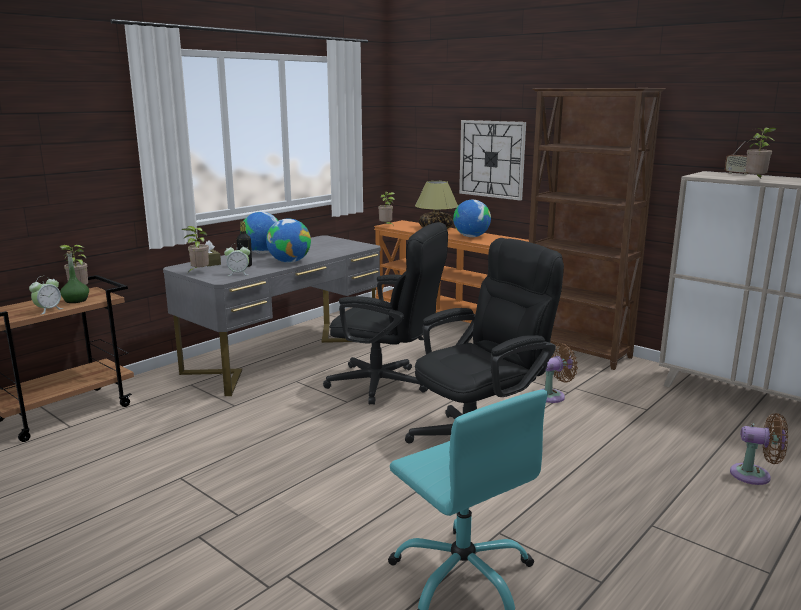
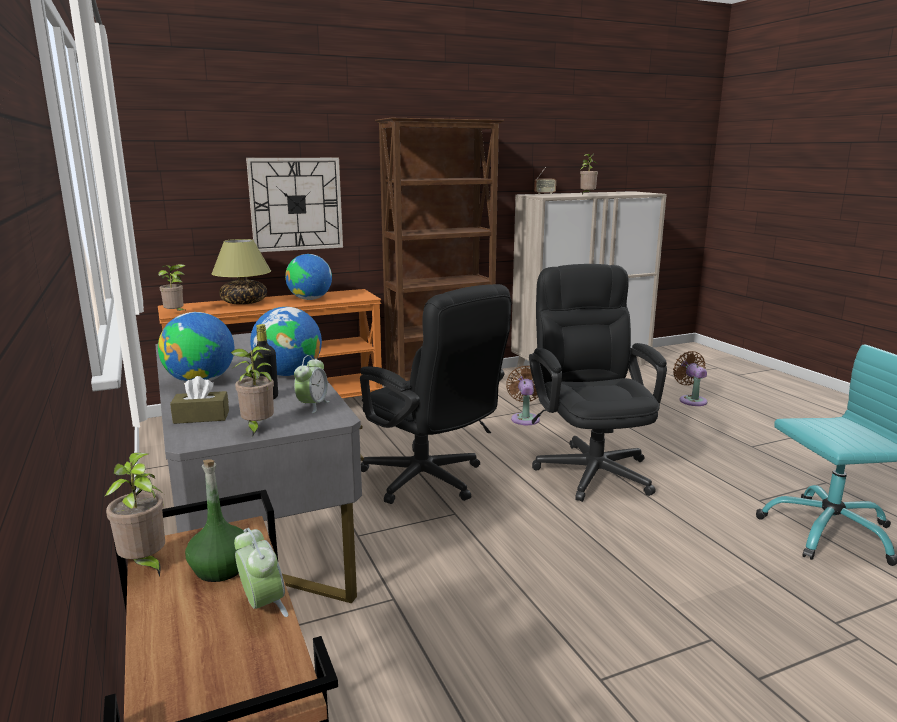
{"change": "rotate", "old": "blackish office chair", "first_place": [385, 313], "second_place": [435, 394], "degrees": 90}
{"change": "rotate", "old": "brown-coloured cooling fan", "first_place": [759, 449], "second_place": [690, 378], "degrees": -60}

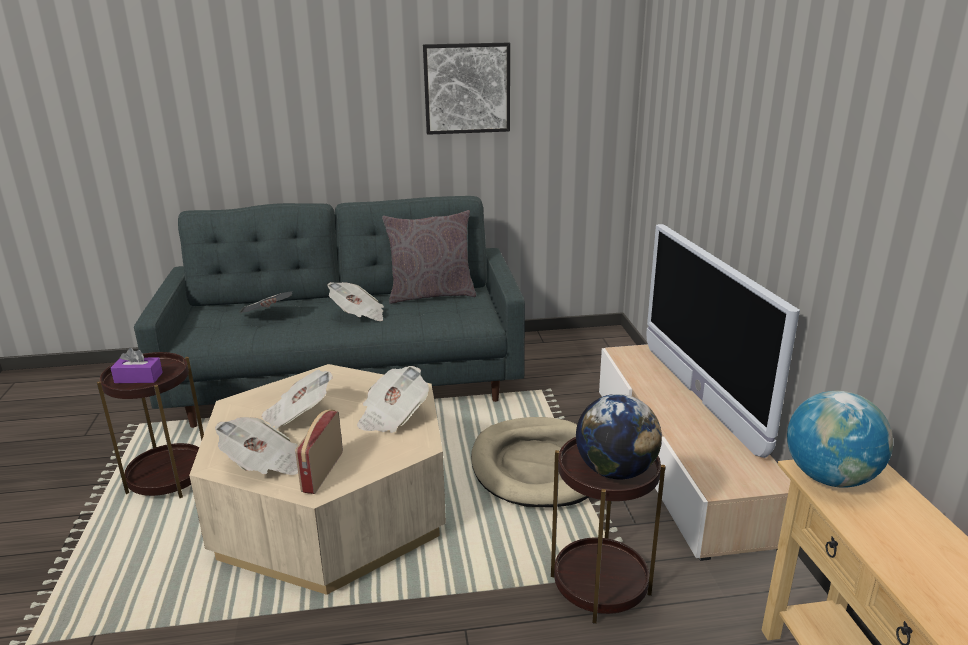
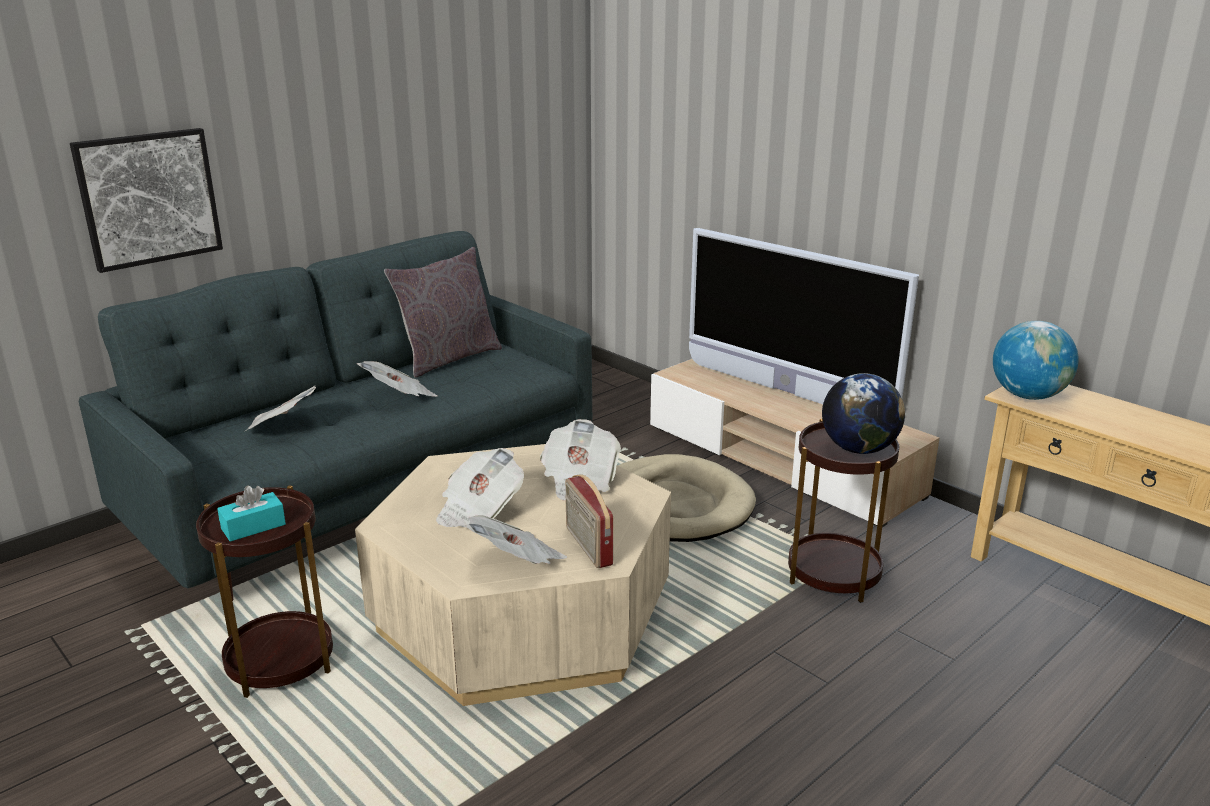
{"change": "move", "old": "picture", "first_place": [466, 89], "second_place": [146, 200]}
{"change": "recolor", "old": "purplish box of tissues", "new": "turquoise-coloured box of tissues", "first_place": [137, 365], "second_place": [251, 514]}

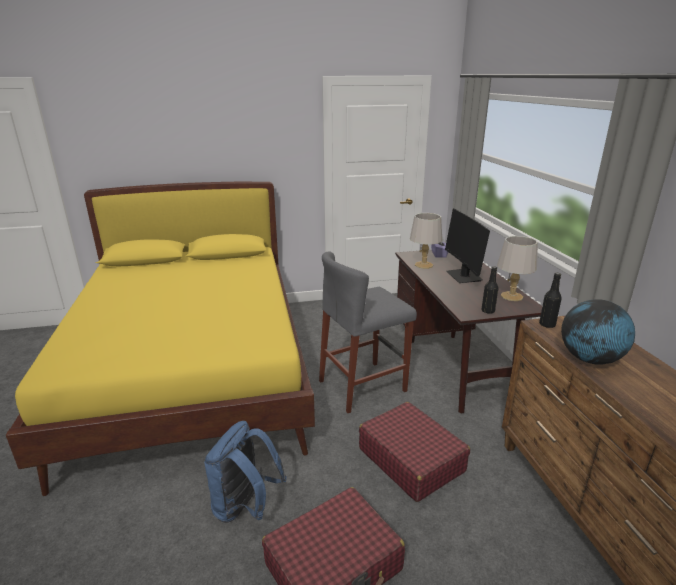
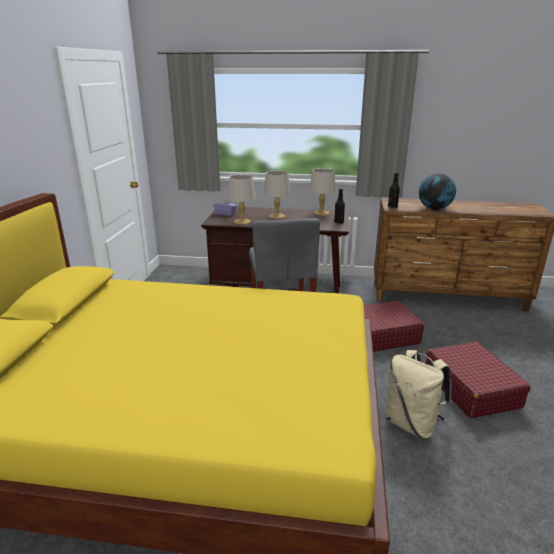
{"change": "replace", "old": "computer screen", "new": "gray lamp for a table", "first_place": [467, 246], "second_place": [277, 195]}
{"change": "recolor", "old": "blue-coloured rucksack", "new": "sand-coloured rucksack", "first_place": [245, 472], "second_place": [418, 394]}

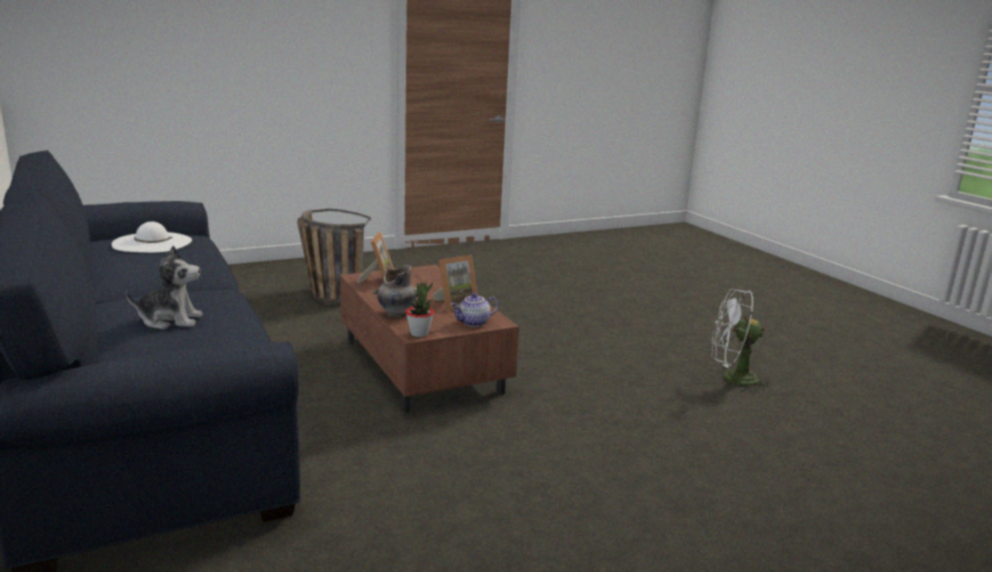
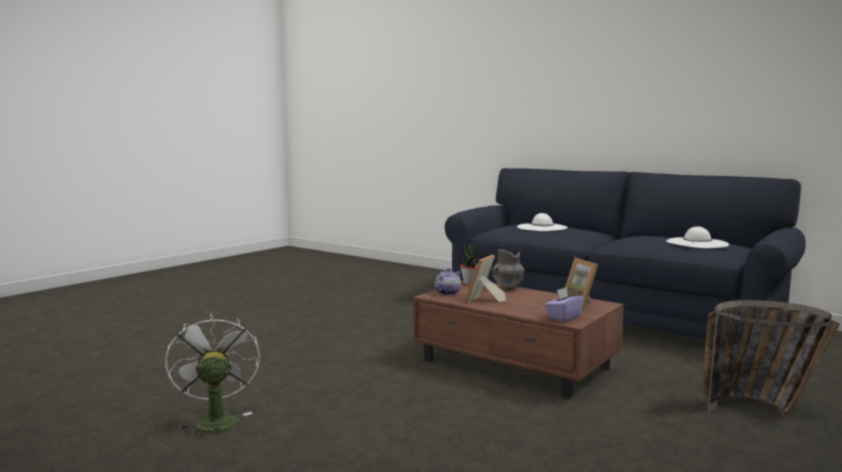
{"change": "replace", "old": "plush toy", "new": "white wearable hat", "first_place": [164, 287], "second_place": [542, 222]}
{"change": "rotate", "old": "white cooling fan", "first_place": [741, 340], "second_place": [212, 377], "degrees": -90}
{"change": "insert", "new": "purplish box of tissues", "second_place": [564, 304]}

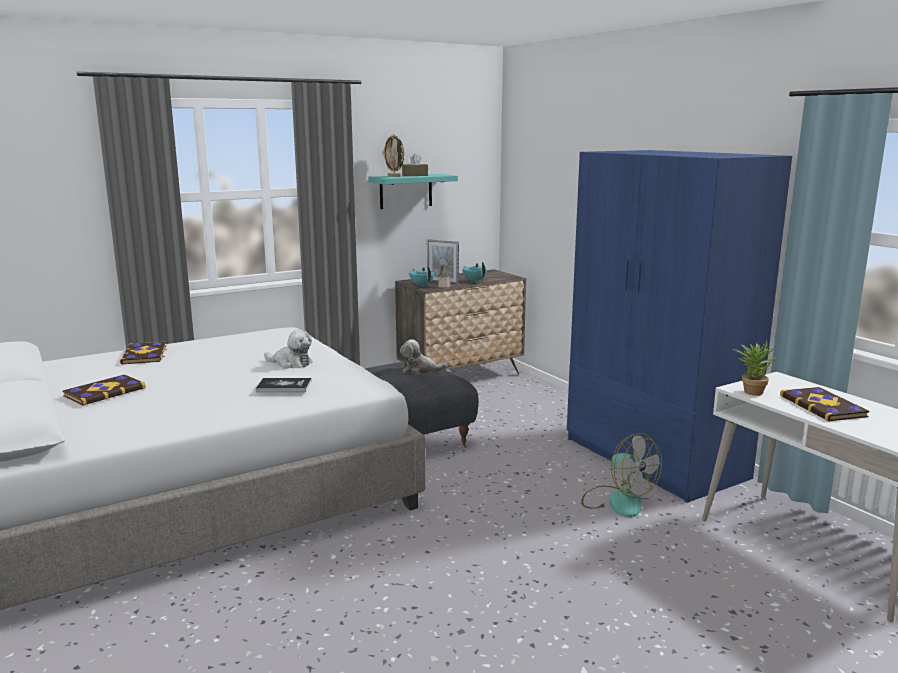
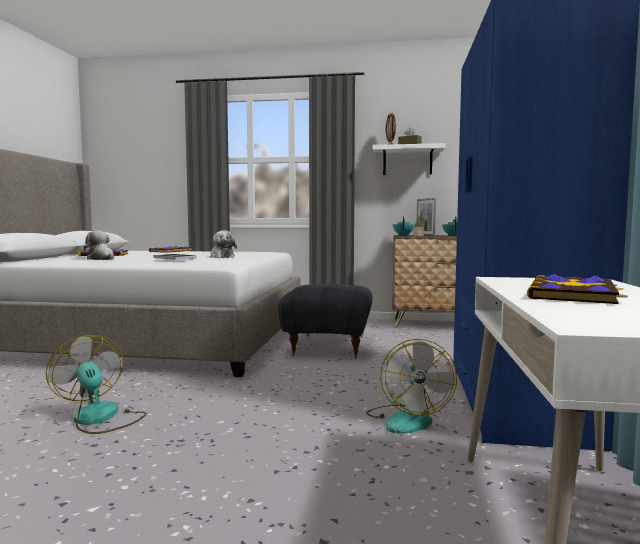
{"change": "recolor", "old": "turquoise-coloured bracket shelf", "new": "white bracket shelf", "first_place": [413, 191], "second_place": [409, 159]}
{"change": "move", "old": "plush toy", "first_place": [423, 356], "second_place": [99, 245]}
{"change": "delete", "old": "plant in a pot", "first_place": [754, 368]}
{"change": "insert", "new": "cooling fan", "second_place": [96, 384]}

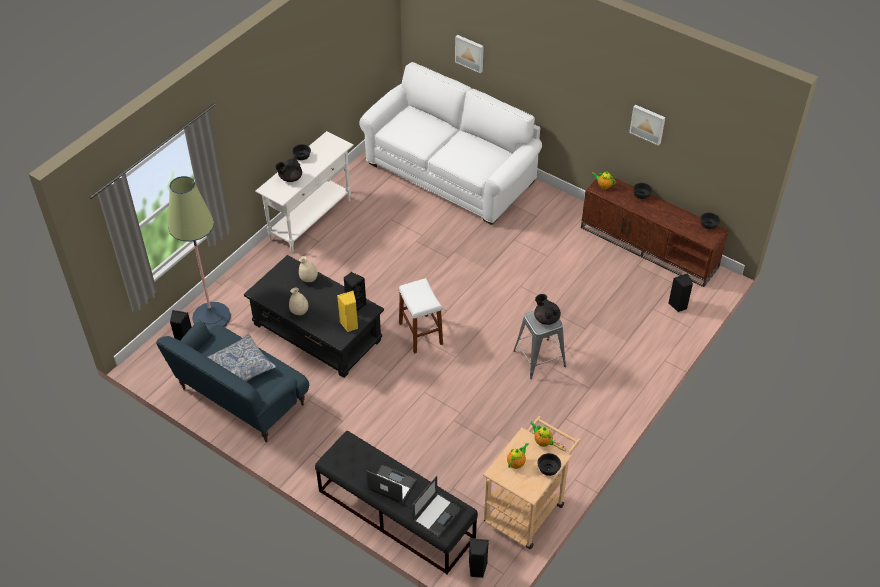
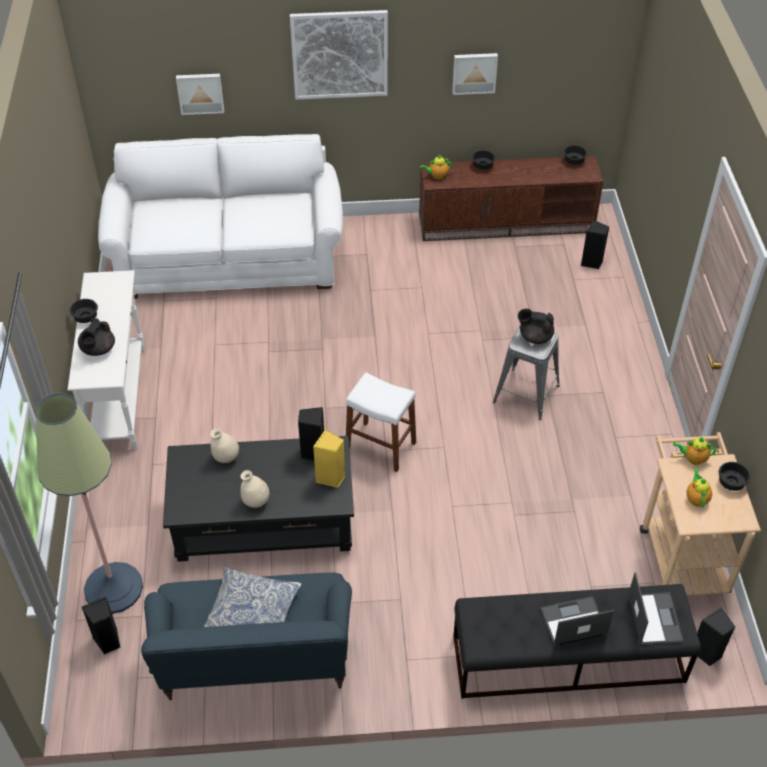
{"change": "insert", "new": "picture", "second_place": [339, 55]}

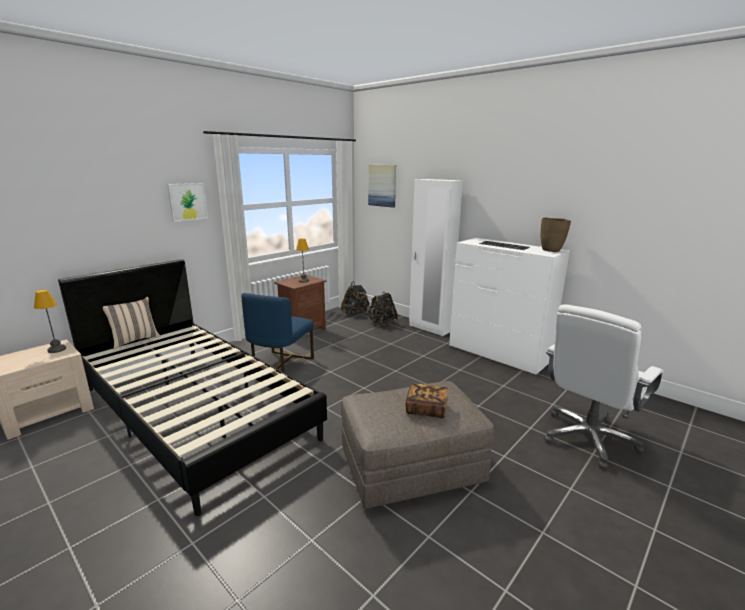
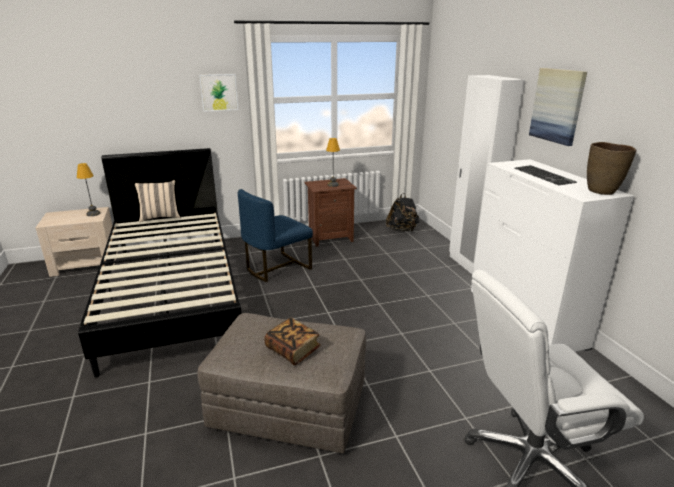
{"change": "move", "old": "picture", "first_place": [382, 186], "second_place": [558, 107]}
{"change": "delete", "old": "blackish rucksack", "first_place": [383, 309]}

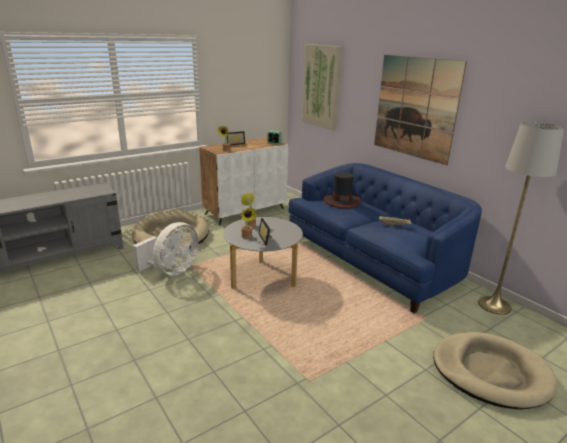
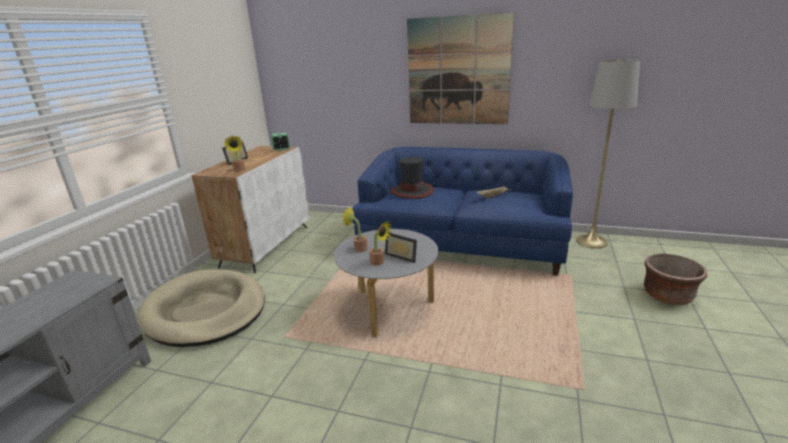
{"change": "delete", "old": "picture", "first_place": [322, 87]}
{"change": "delete", "old": "white cooling fan", "first_place": [165, 249]}
{"change": "replace", "old": "sand-coloured dog bed", "new": "brown-coloured flower pot", "first_place": [495, 370], "second_place": [675, 279]}

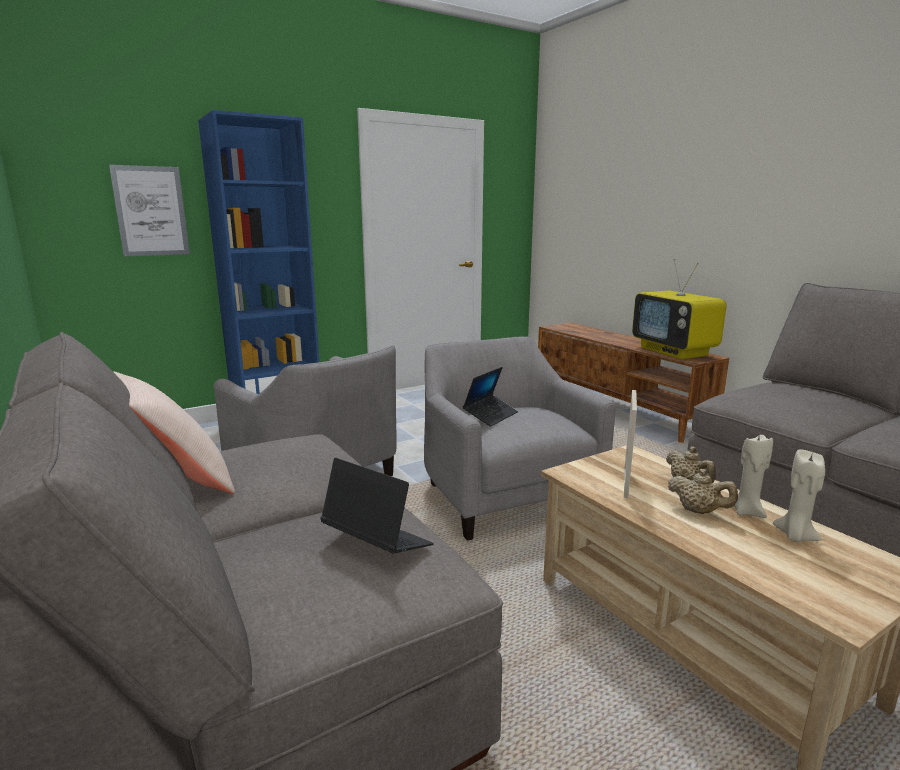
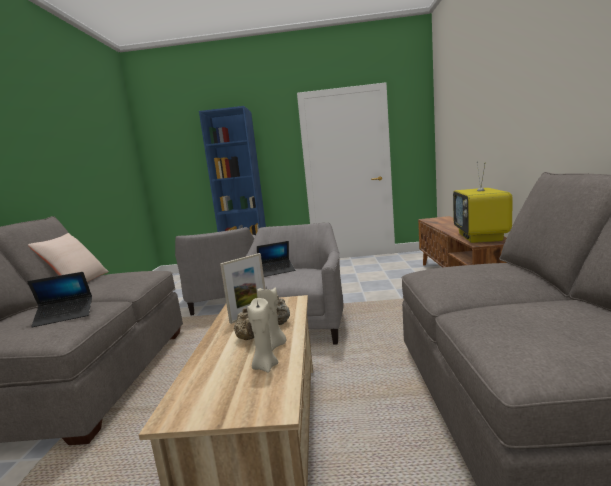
{"change": "delete", "old": "picture", "first_place": [149, 211]}
{"change": "rotate", "old": "notebook computer", "first_place": [377, 506], "second_place": [59, 299], "degrees": 90}

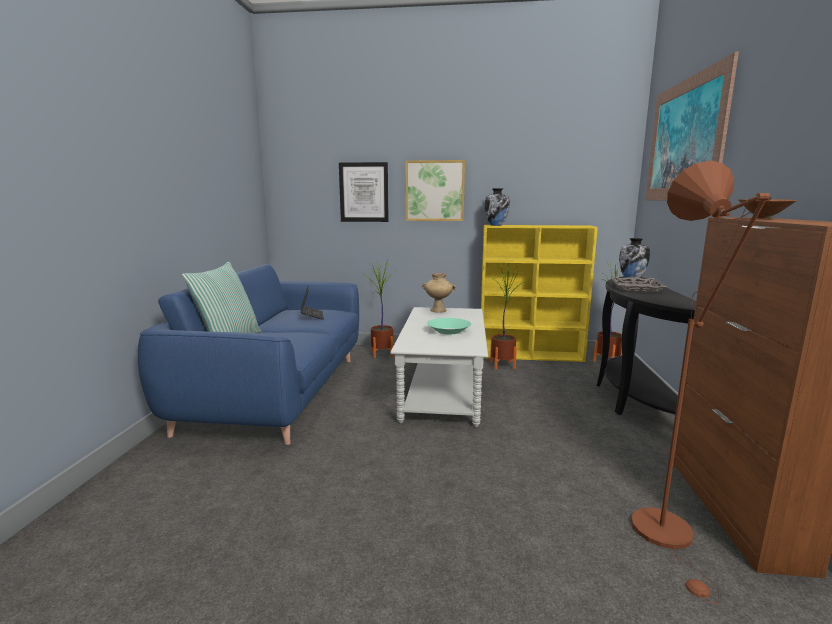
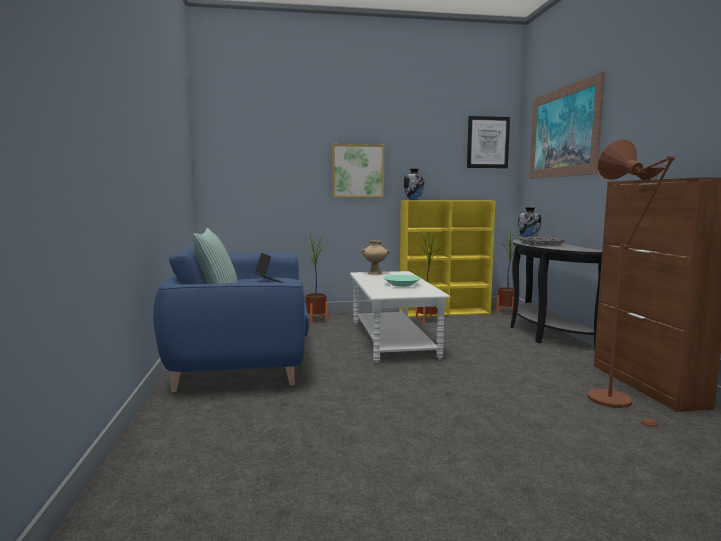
{"change": "move", "old": "picture", "first_place": [364, 192], "second_place": [488, 142]}

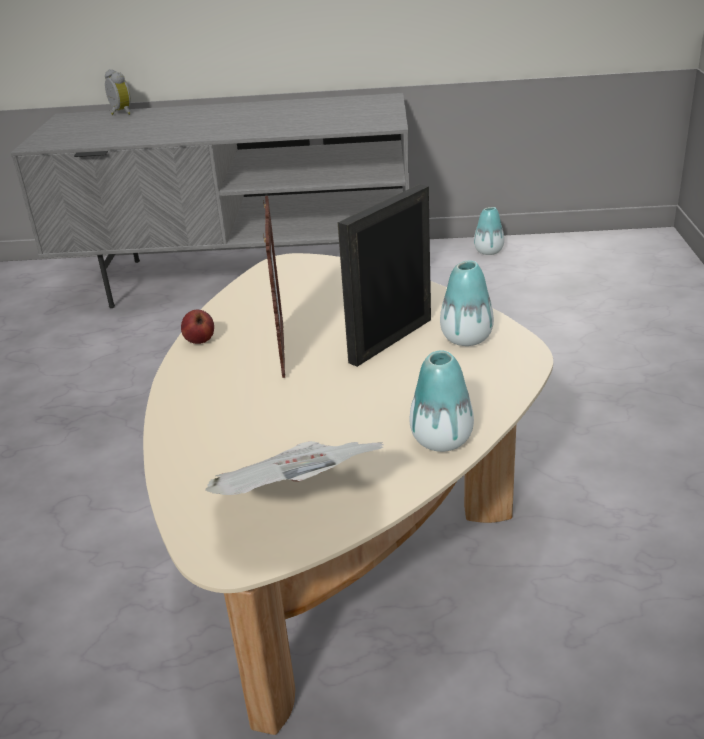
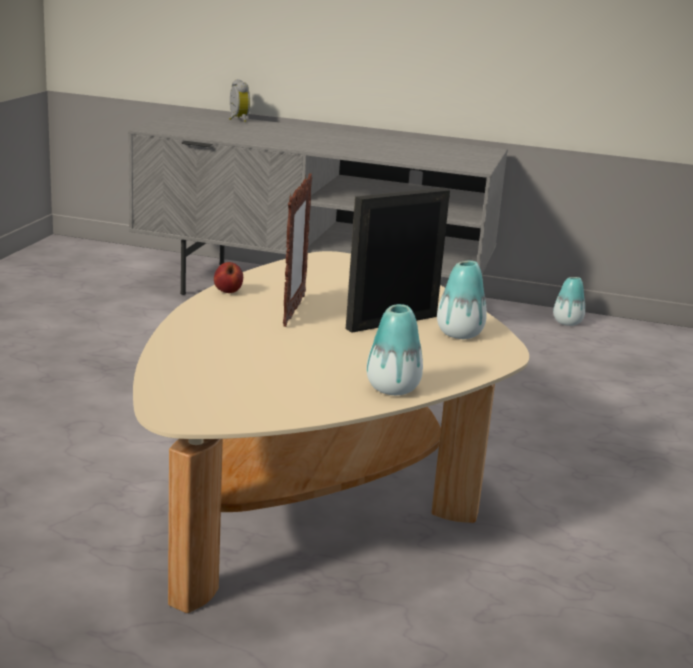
{"change": "delete", "old": "printed paper", "first_place": [294, 468]}

